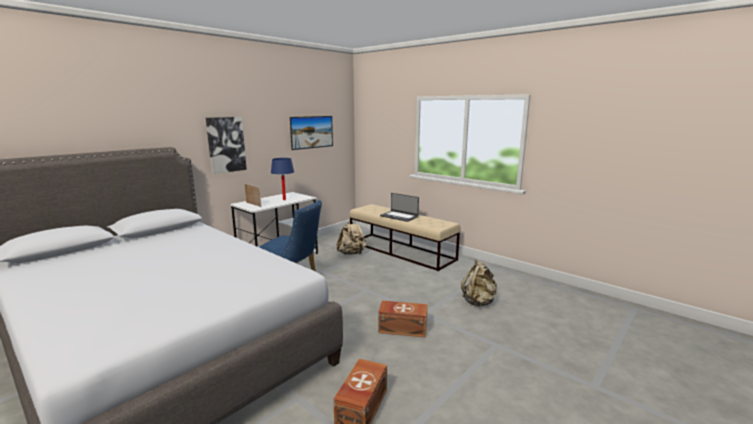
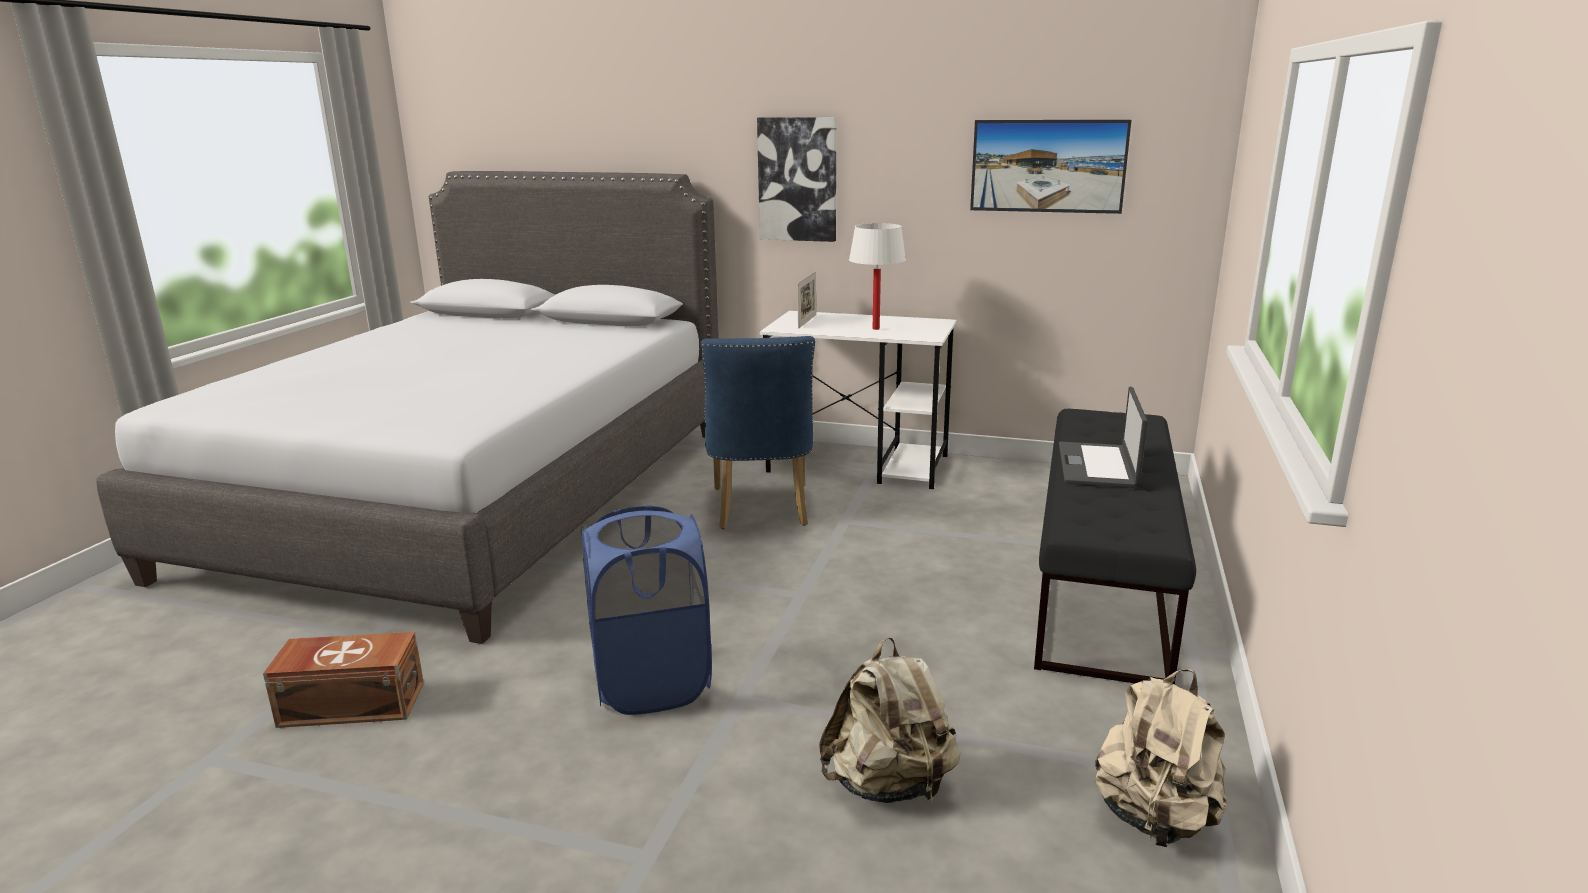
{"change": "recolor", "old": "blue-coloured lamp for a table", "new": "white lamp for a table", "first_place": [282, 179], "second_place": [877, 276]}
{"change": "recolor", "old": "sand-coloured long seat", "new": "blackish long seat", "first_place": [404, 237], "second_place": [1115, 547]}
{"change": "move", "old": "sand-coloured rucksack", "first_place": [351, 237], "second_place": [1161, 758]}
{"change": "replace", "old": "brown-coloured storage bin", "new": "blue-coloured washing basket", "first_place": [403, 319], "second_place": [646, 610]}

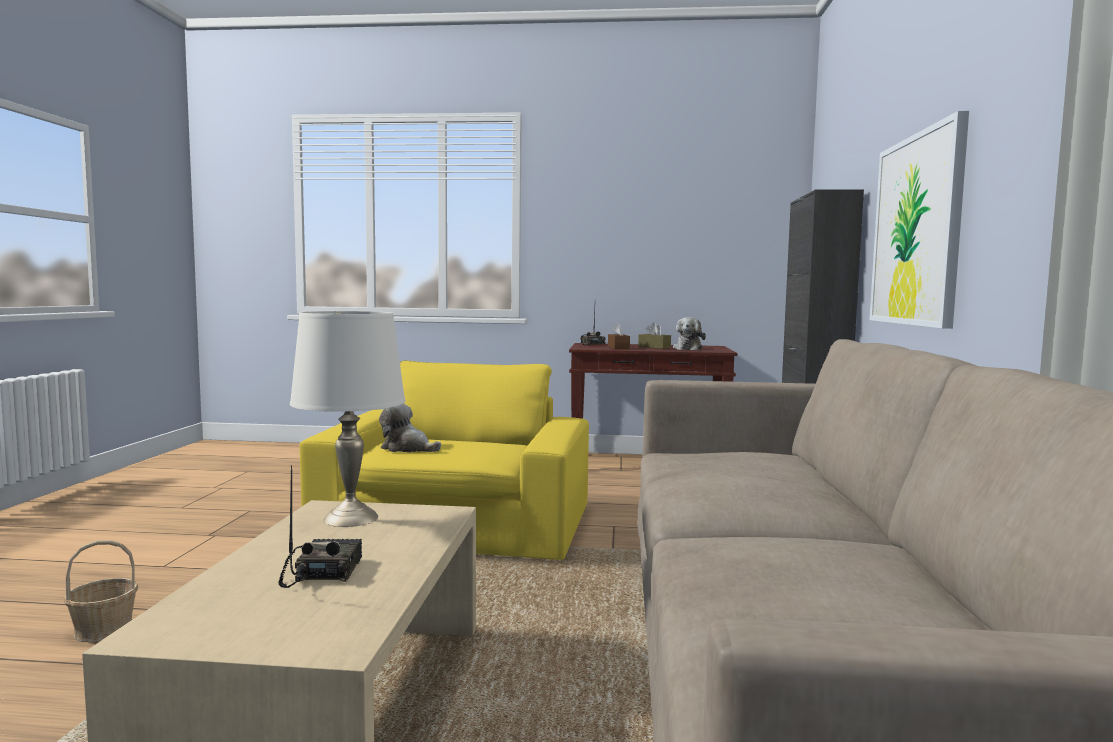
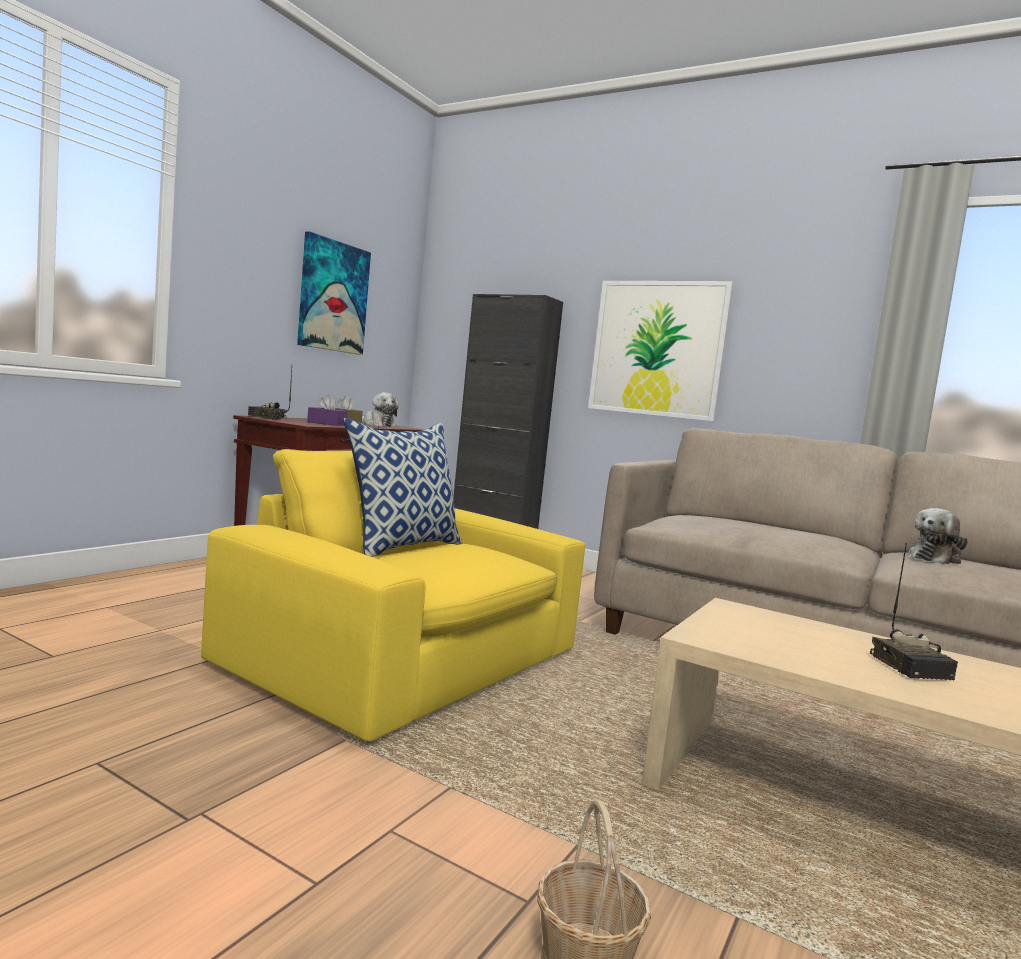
{"change": "delete", "old": "white lamp for a table", "first_place": [347, 419]}
{"change": "recolor", "old": "brown-coloured box of tissues", "new": "purplish box of tissues", "first_place": [619, 336], "second_place": [327, 410]}
{"change": "move", "old": "plush toy", "first_place": [410, 427], "second_place": [938, 536]}
{"change": "rotate", "old": "radio", "first_place": [320, 526], "second_place": [914, 611], "degrees": -120}
{"change": "insert", "new": "picture", "second_place": [334, 293]}
{"change": "insert", "new": "cushion", "second_place": [402, 487]}

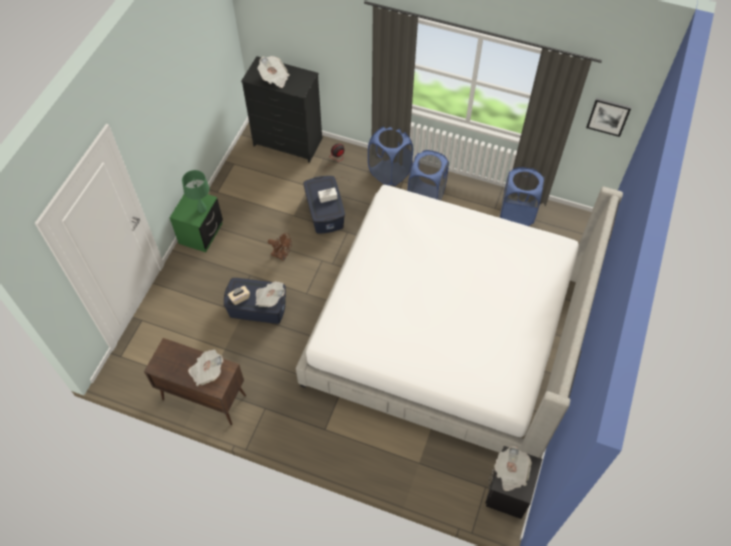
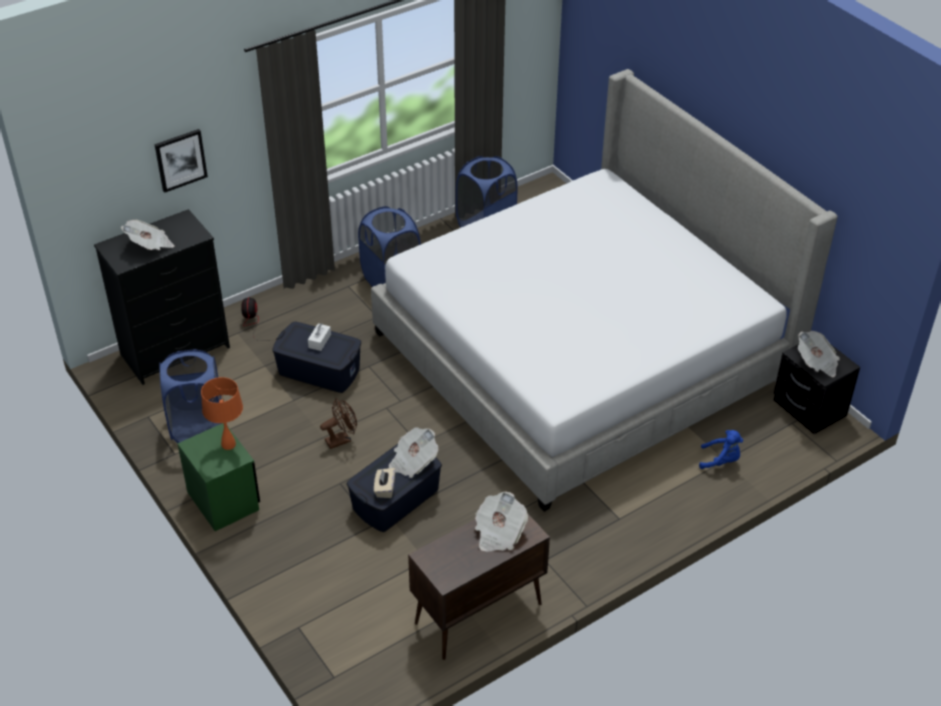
{"change": "move", "old": "picture", "first_place": [609, 117], "second_place": [181, 161]}
{"change": "move", "old": "blue-coloured washing basket", "first_place": [390, 156], "second_place": [191, 396]}
{"change": "recolor", "old": "green lamp for a table", "new": "orange lamp for a table", "first_place": [195, 191], "second_place": [222, 413]}
{"change": "insert", "new": "blue-coloured plush toy", "second_place": [721, 449]}

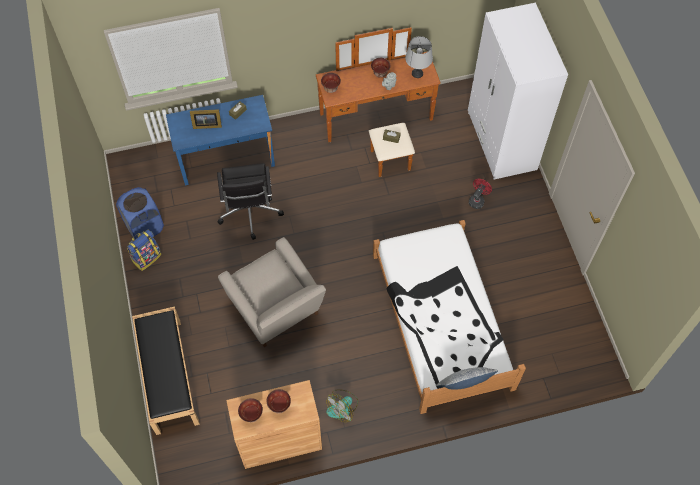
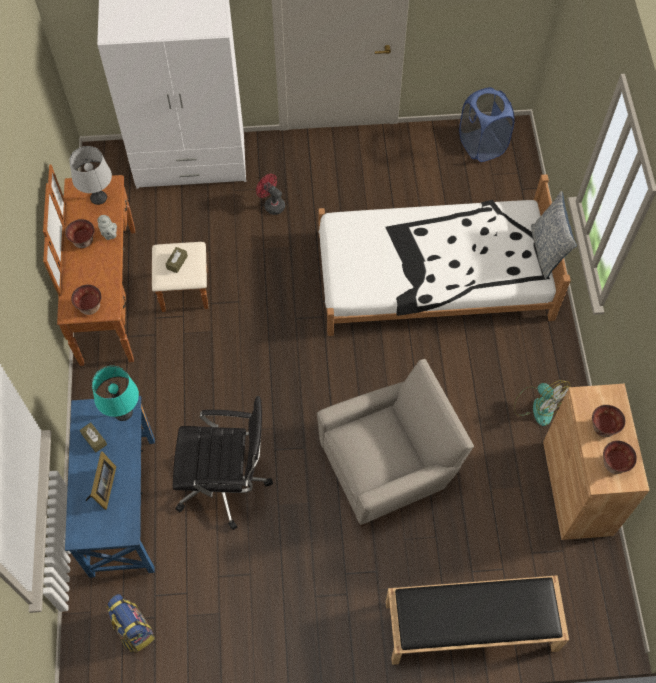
{"change": "move", "old": "blue-coloured washing basket", "first_place": [140, 213], "second_place": [486, 124]}
{"change": "move", "old": "rucksack", "first_place": [144, 250], "second_place": [131, 623]}
{"change": "insert", "new": "turquoise-coloured lamp for a table", "second_place": [115, 393]}

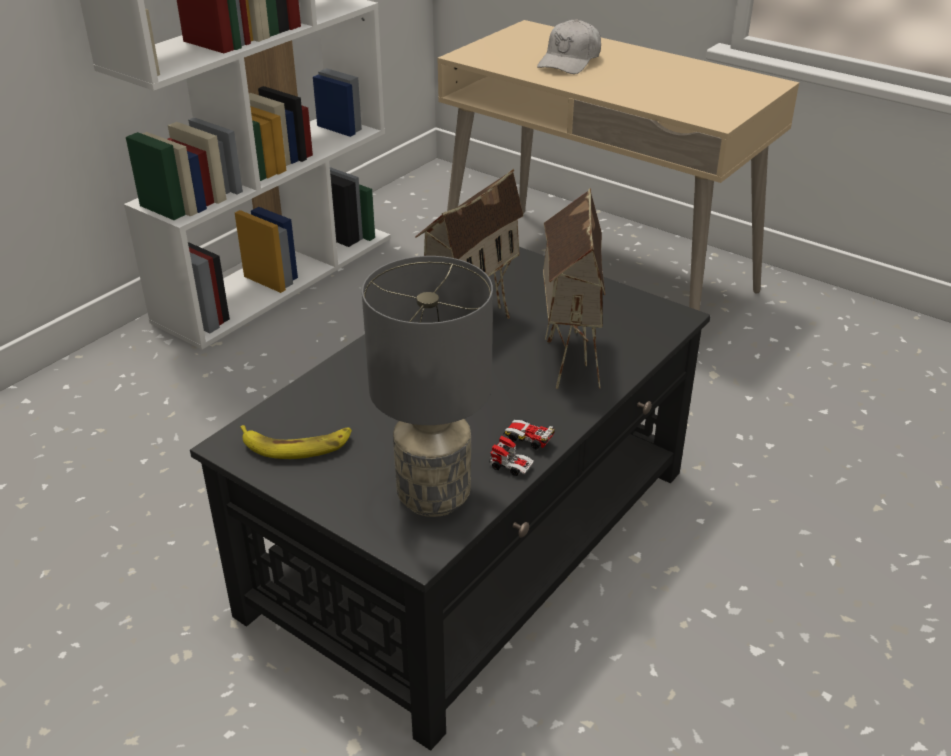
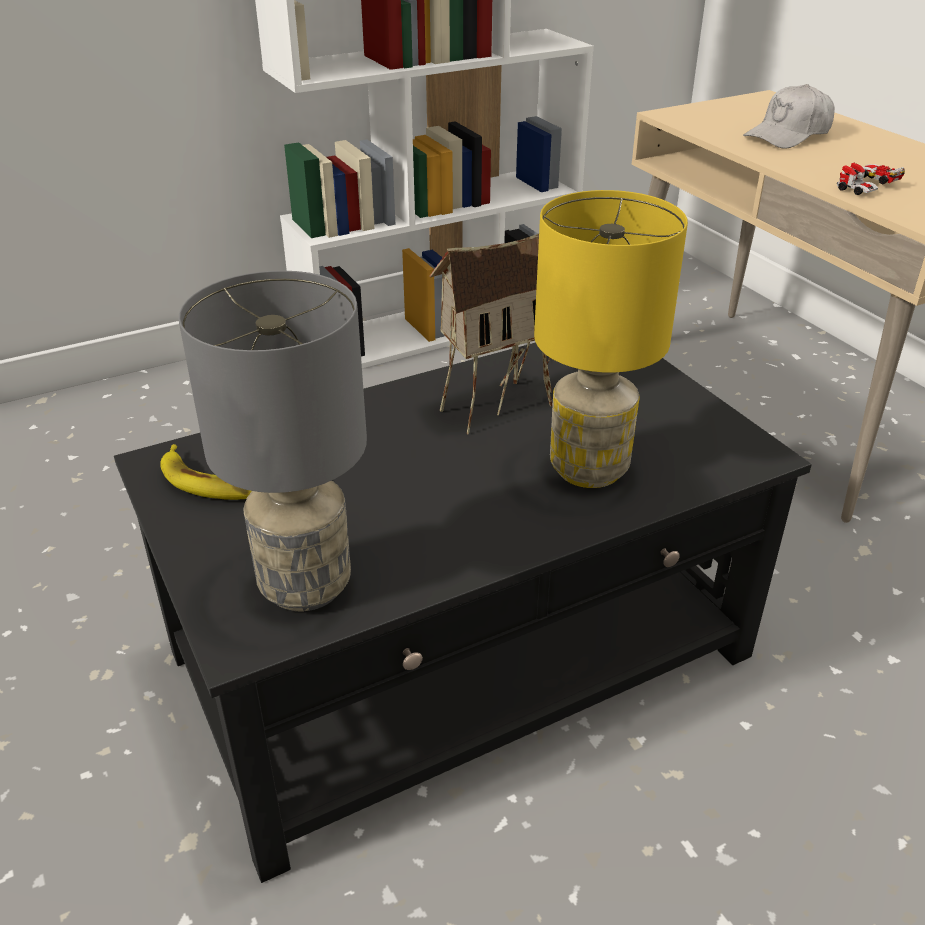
{"change": "replace", "old": "miniature house", "new": "yellow-coloured lamp for a table", "first_place": [574, 288], "second_place": [611, 339]}
{"change": "move", "old": "model car", "first_place": [522, 448], "second_place": [871, 179]}

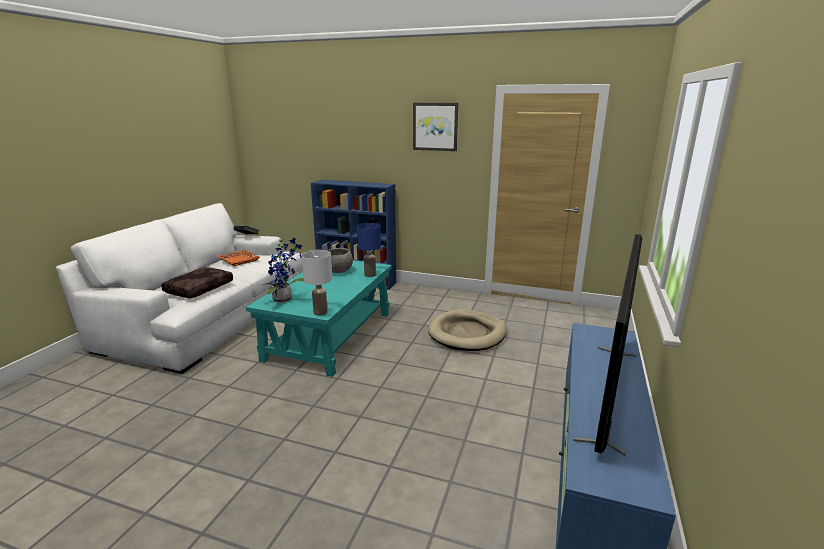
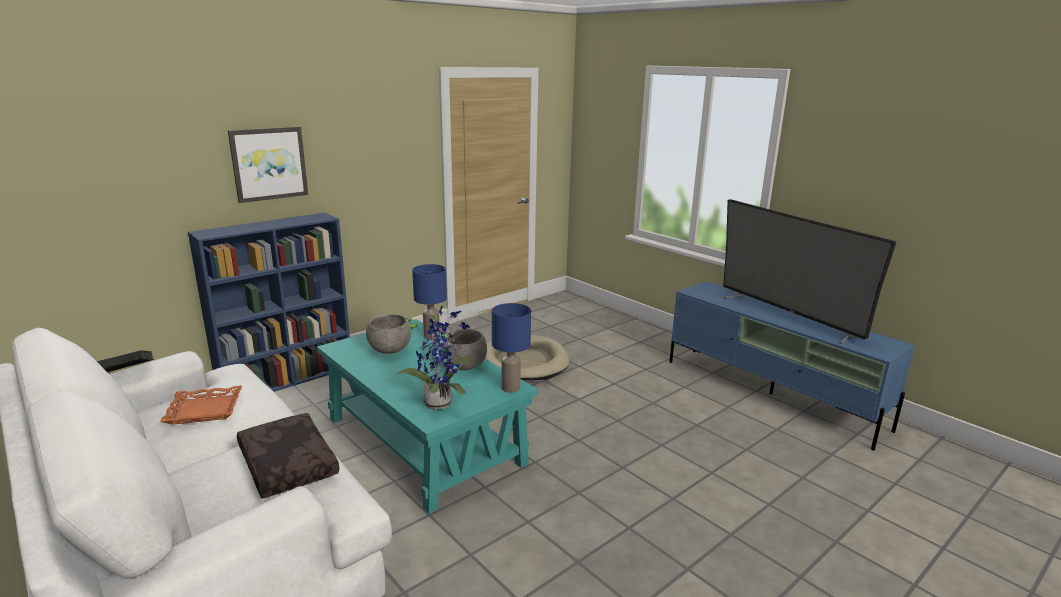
{"change": "move", "old": "picture", "first_place": [435, 127], "second_place": [268, 165]}
{"change": "recolor", "old": "white lamp for a table", "new": "blue-coloured lamp for a table", "first_place": [316, 283], "second_place": [511, 348]}
{"change": "insert", "new": "gray bowl", "second_place": [463, 349]}

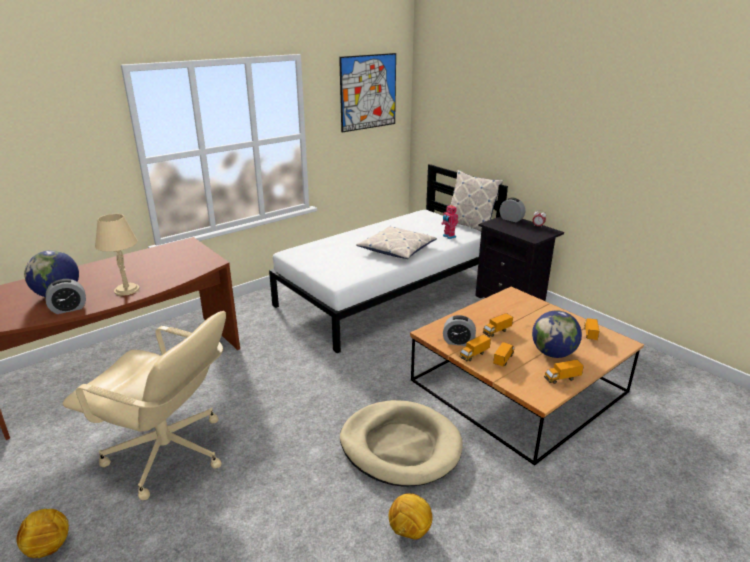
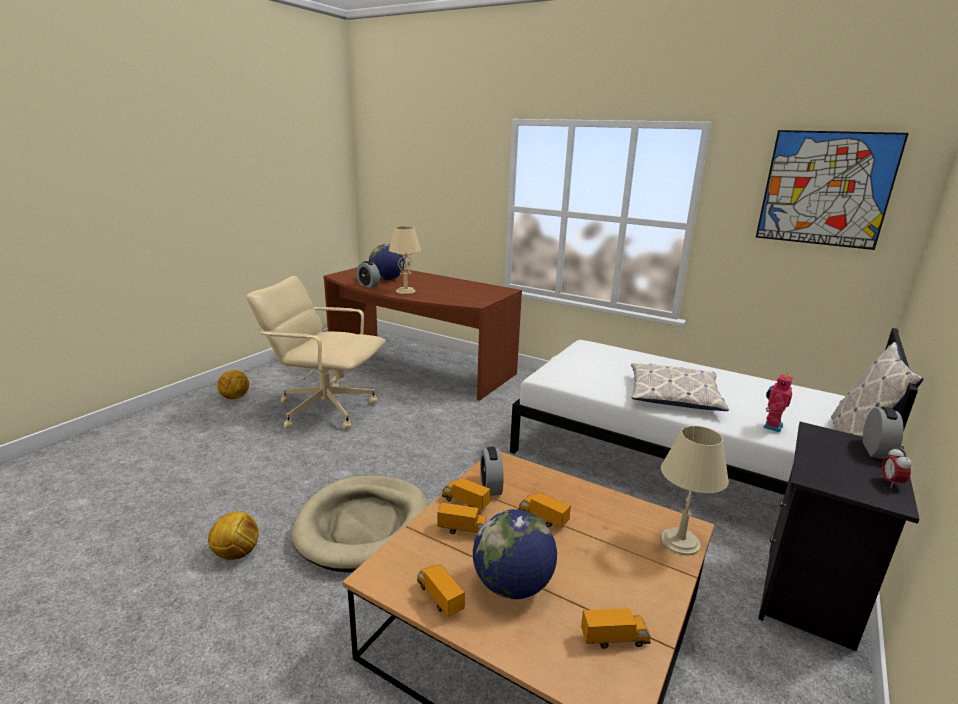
{"change": "rotate", "old": "sand-coloured office chair", "first_place": [144, 405], "second_place": [316, 353], "degrees": 105}
{"change": "insert", "new": "sand-coloured lamp for a table", "second_place": [695, 490]}

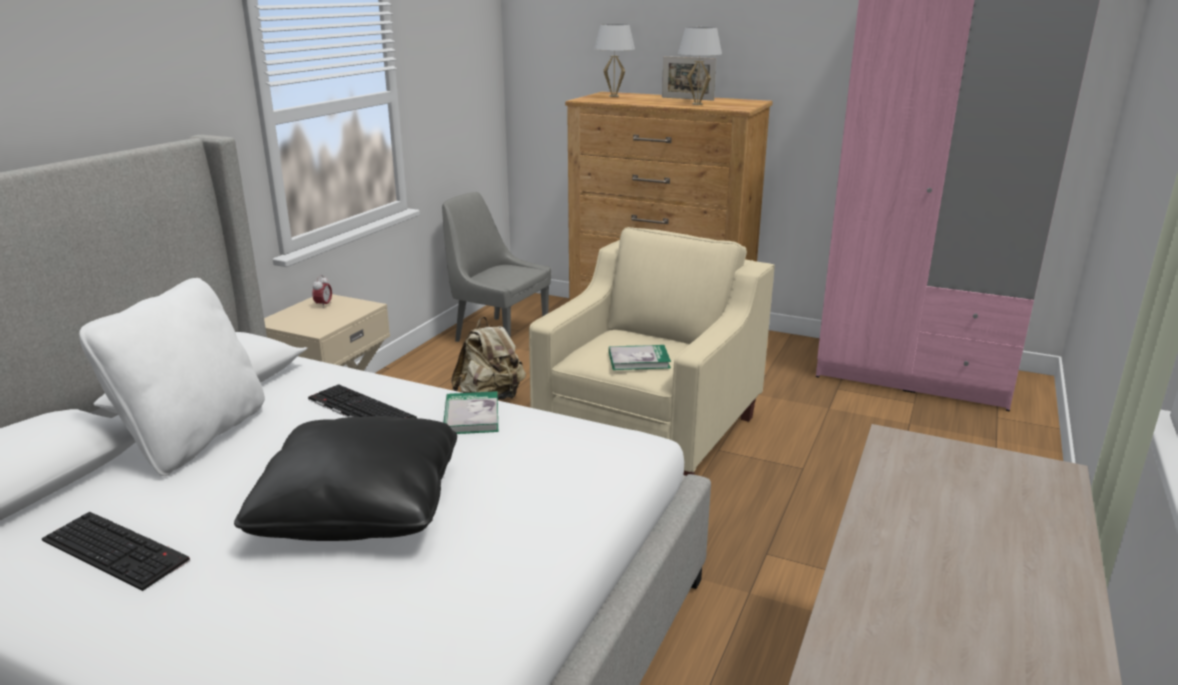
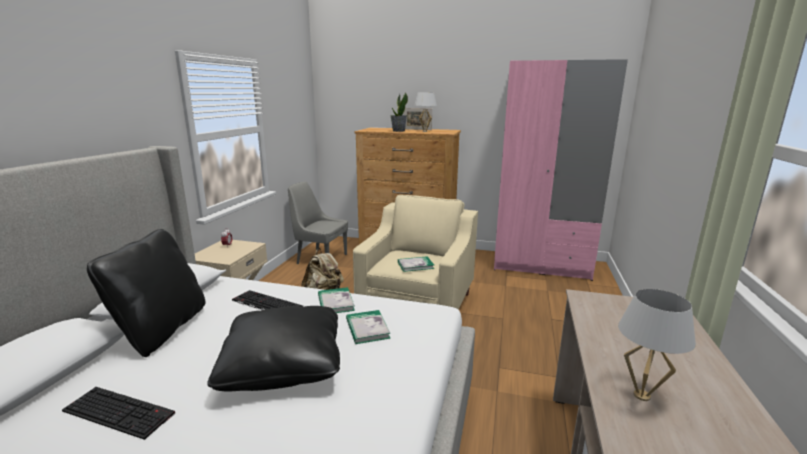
{"change": "move", "old": "white lamp for a table", "first_place": [614, 60], "second_place": [657, 345]}
{"change": "recolor", "old": "white cushion", "new": "blackish cushion", "first_place": [172, 377], "second_place": [146, 293]}
{"change": "insert", "new": "plant in a pot", "second_place": [399, 112]}
{"change": "insert", "new": "bound book", "second_place": [368, 327]}

